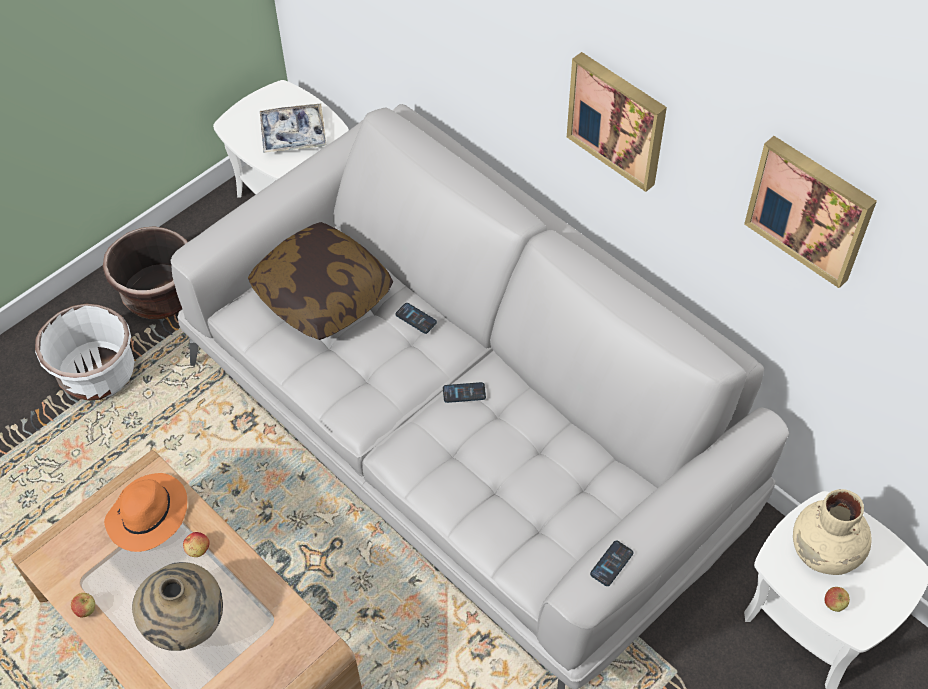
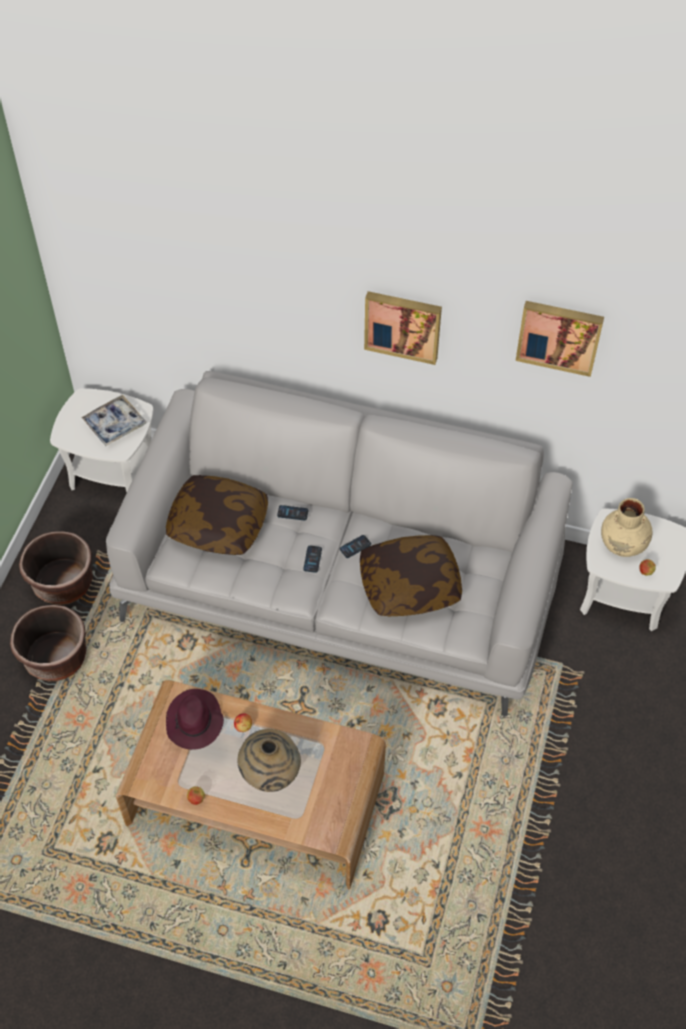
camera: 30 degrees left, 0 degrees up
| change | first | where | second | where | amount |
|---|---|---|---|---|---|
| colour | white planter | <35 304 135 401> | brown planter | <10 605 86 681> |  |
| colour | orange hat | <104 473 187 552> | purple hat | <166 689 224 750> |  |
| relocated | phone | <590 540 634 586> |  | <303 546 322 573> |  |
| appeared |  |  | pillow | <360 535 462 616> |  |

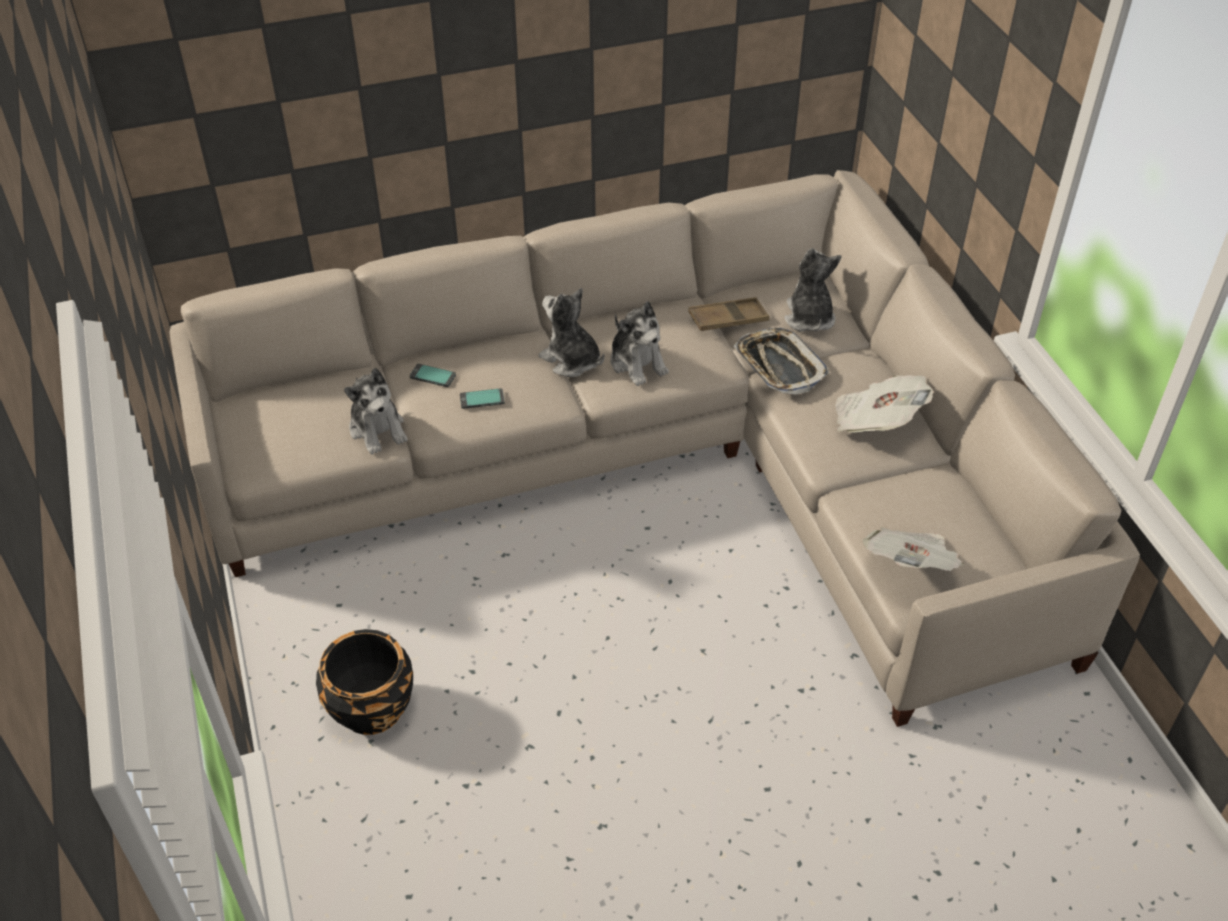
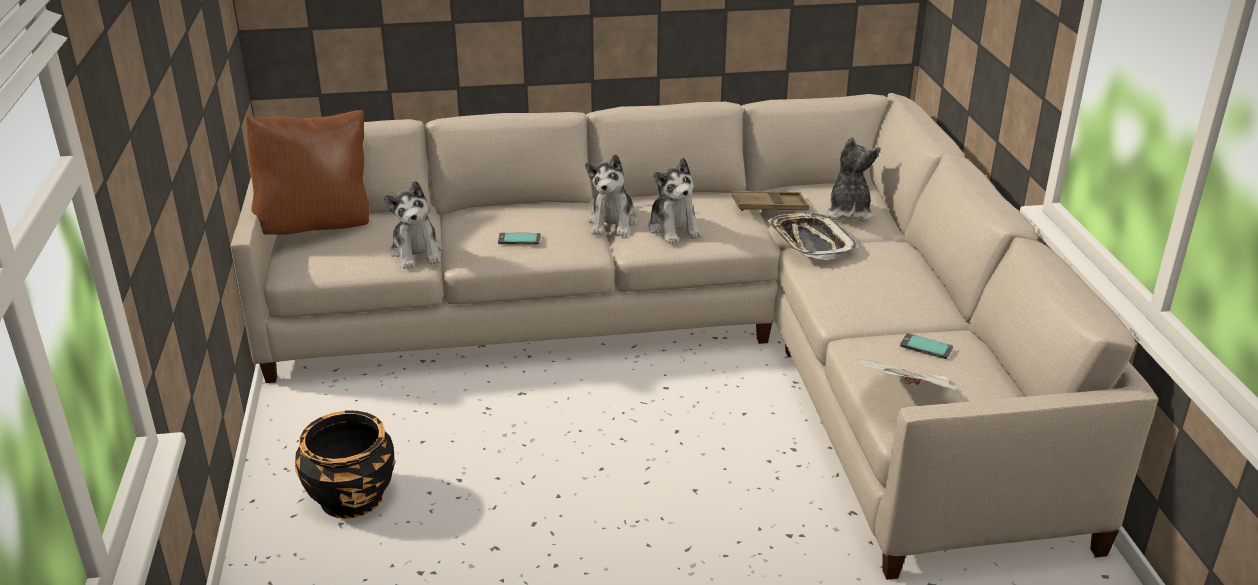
camera: 10 degrees right, 15 degrees down
| change | first | where | second | where | amount |
|---|---|---|---|---|---|
| relocated | phone | <410 364 456 387> |  | <900 334 953 359> |  |
| spun | plush toy | <538 288 605 377> |  | <585 154 638 236> | 135 degrees counterclockwise |
| missing | newspaper | <835 375 933 432> |  |  |  |
| appeared |  |  | brown pillow | <246 110 369 235> |  |

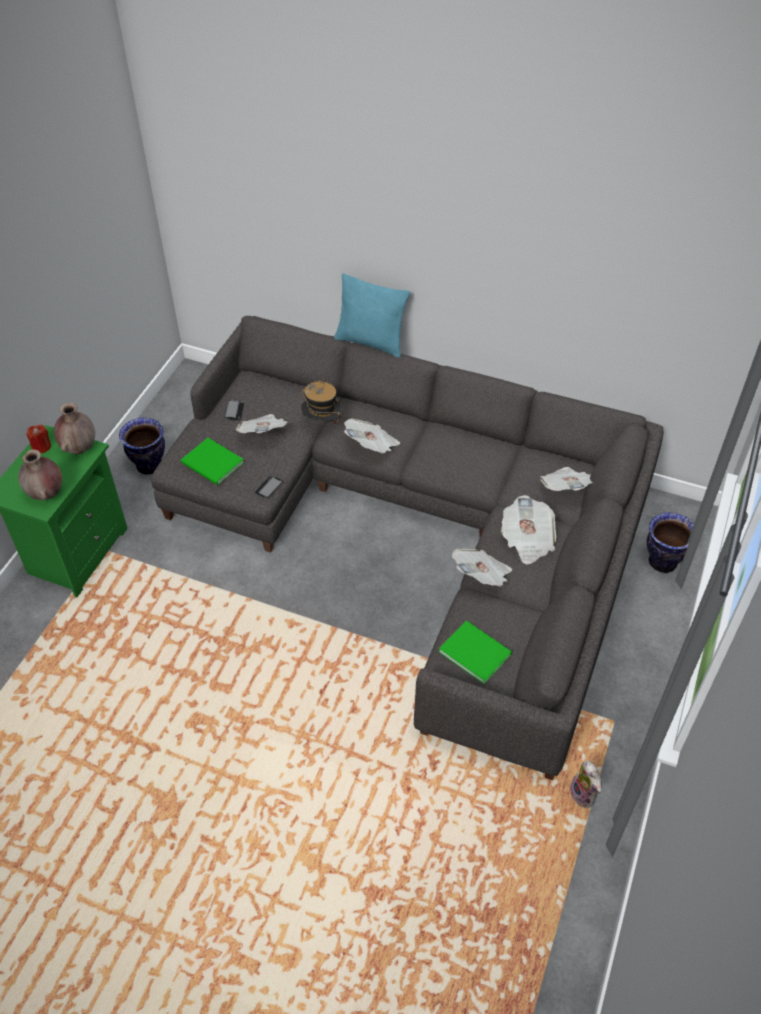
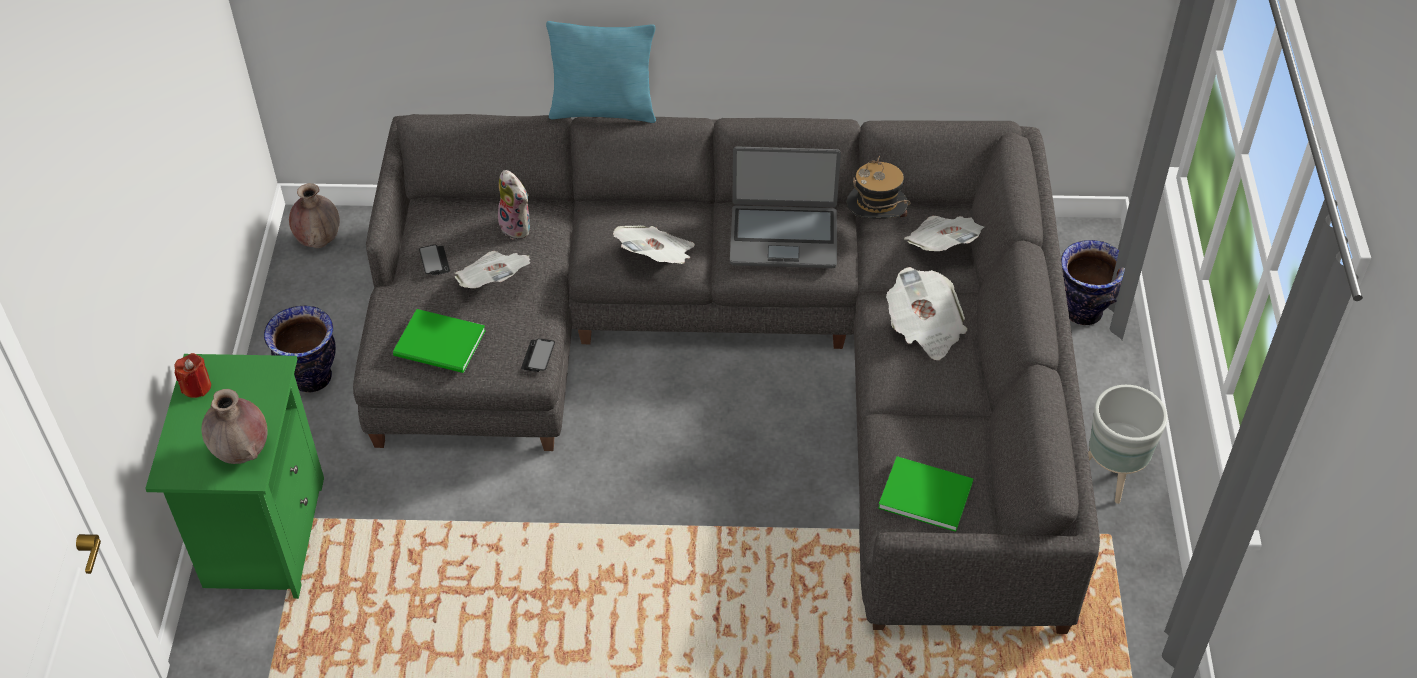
camera: 20 degrees left, 0 degrees up
| change | first | where | second | where | amount |
|---|---|---|---|---|---|
| relocated | brown vase | <54 403 95 455> |  | <289 183 340 248> |  |
| relocated | hat | <301 378 343 424> |  | <846 156 910 219> |  |
| missing | newspaper | <452 549 512 586> |  |  |  |
| relocated | plush toy | <570 760 602 808> |  | <498 170 530 240> |  |
| appeared |  |  | laptop | <730 147 841 268> |  |
| appeared |  |  | grey planter | <1088 385 1168 504> |  |

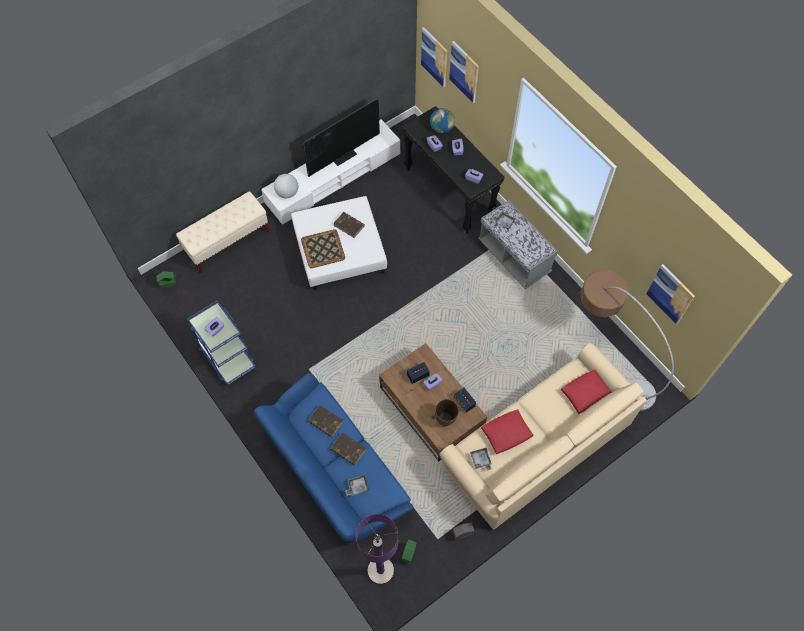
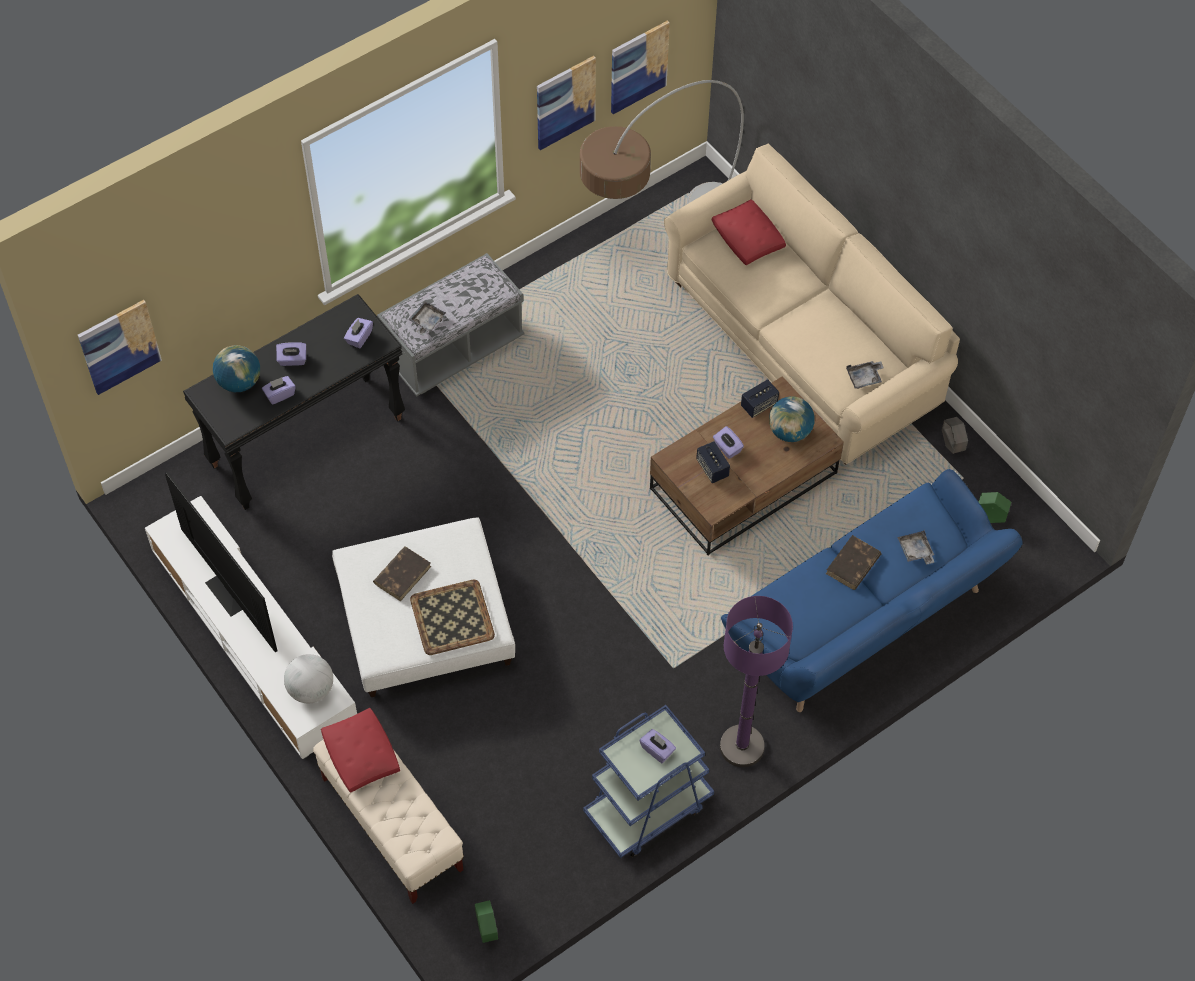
camera: 90 degrees left, 5 degrees down
| change | first | where | second | where | amount |
|---|---|---|---|---|---|
| missing | brown book | <308 405 343 437> |  |  |  |
| relocated | purple floor lamp | <356 514 398 585> |  | <720 596 793 767> |  |
| exchanged | brown vase | <435 399 459 426> | globe | <769 396 815 442> |  |
| relocated | picture | <449 41 479 103> |  | <537 56 596 150> |  |
| relocated | red pillow | <481 409 533 454> |  | <321 708 400 793> |  |

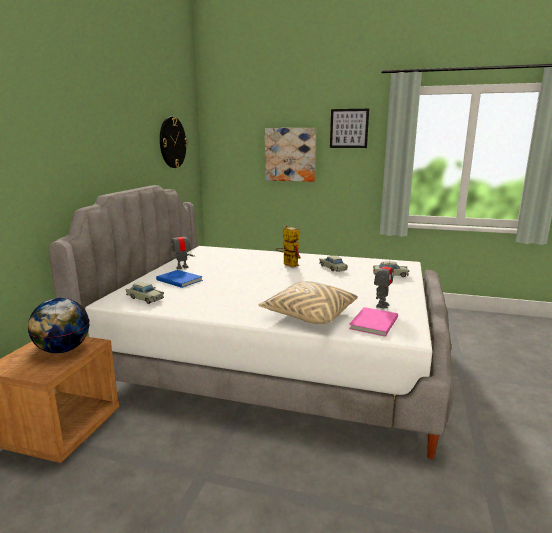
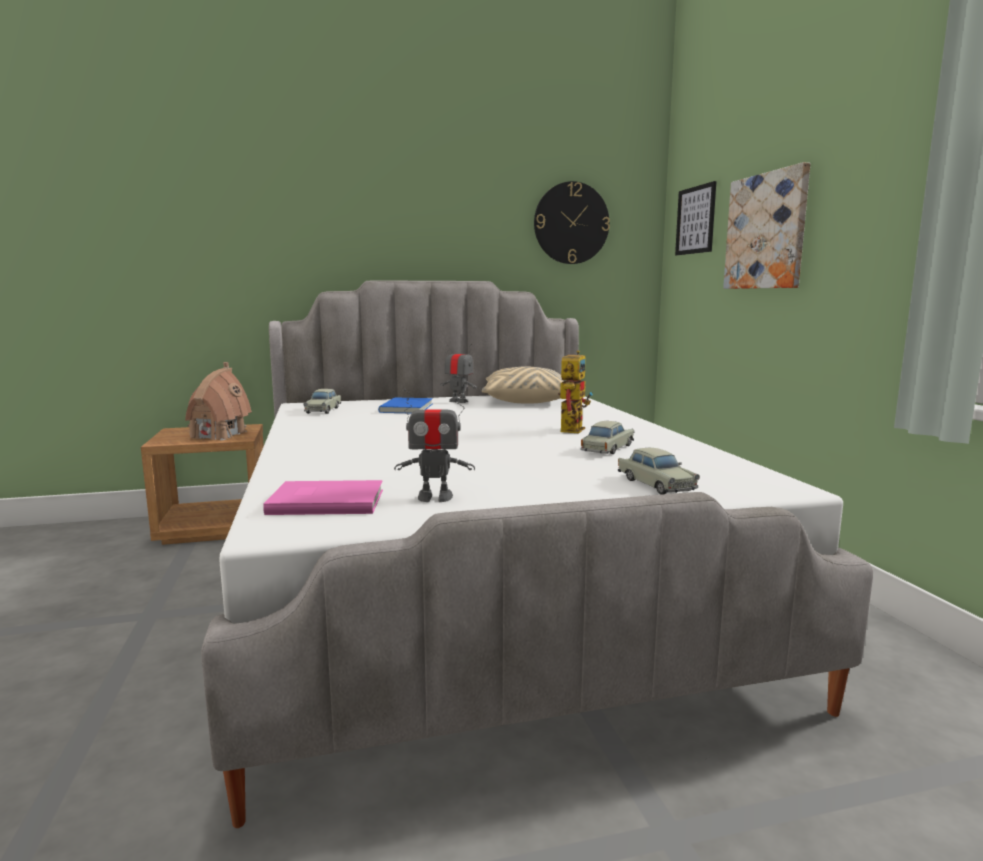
camera: 60 degrees right, 5 degrees down
| change | first | where | second | where | amount |
|---|---|---|---|---|---|
| exchanged | globe | <28 298 89 353> | toy house | <185 362 252 440> |  |
| relocated | beige pillow | <259 281 358 324> |  | <481 366 564 404> |  |
| relocated | picture | <330 109 369 148> |  | <675 181 717 255> |  |

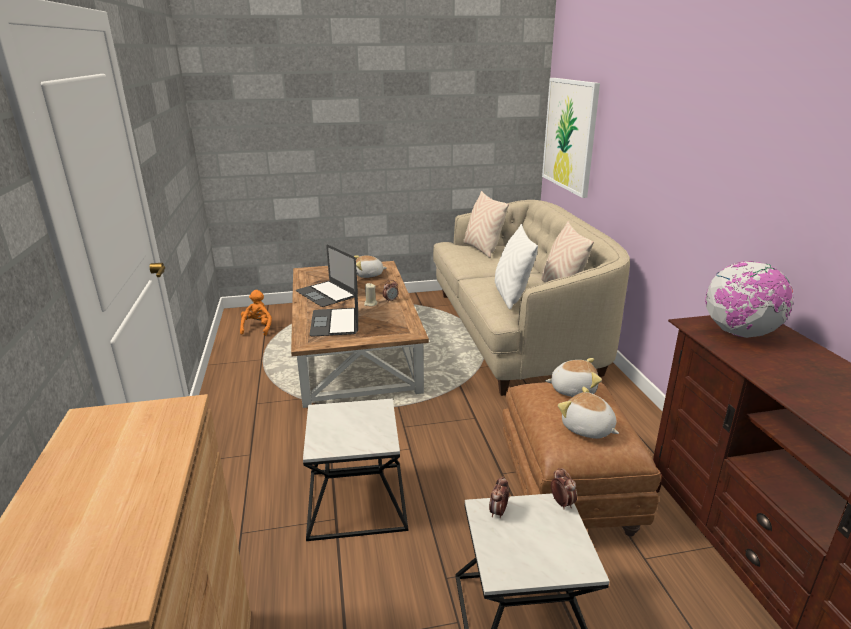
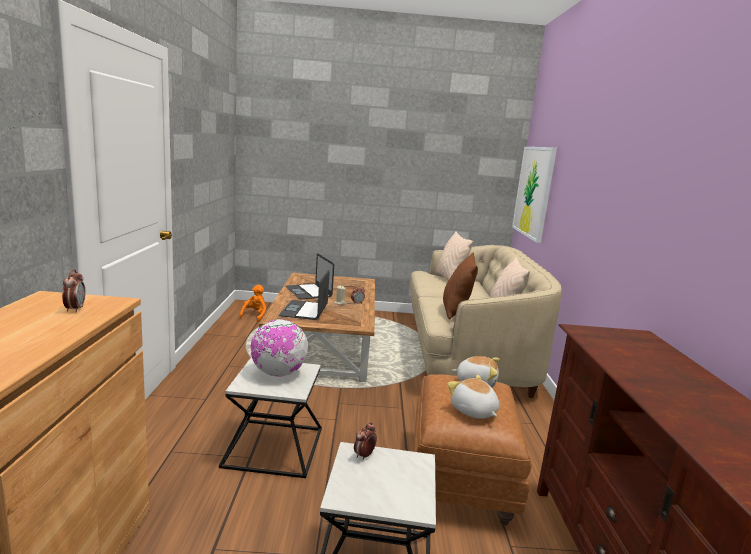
camera: 10 degrees right, 10 degrees down
| change | first | where | second | where | amount |
|---|---|---|---|---|---|
| missing | plush toy | <354 255 387 278> |  |  |  |
| colour | white pillow | <495 224 538 309> | brown pillow | <443 253 478 320> |  |
| relocated | alarm clock | <551 468 577 509> |  | <62 269 86 313> |  |
| relocated | globe | <705 261 794 338> |  | <251 319 308 377> |  |

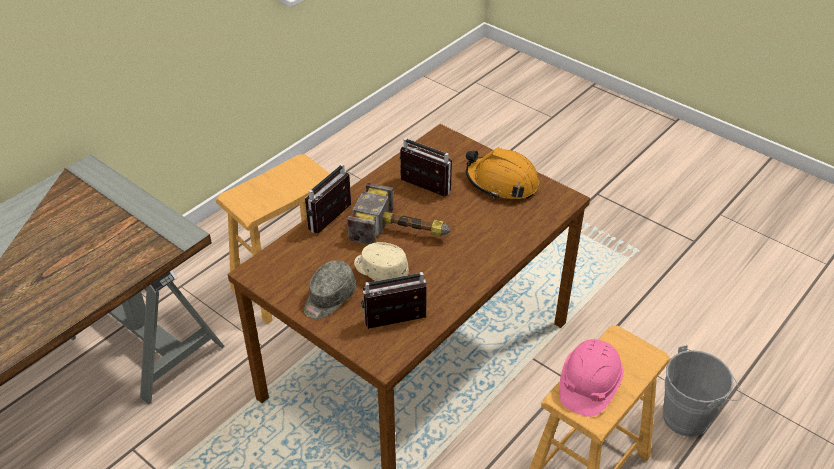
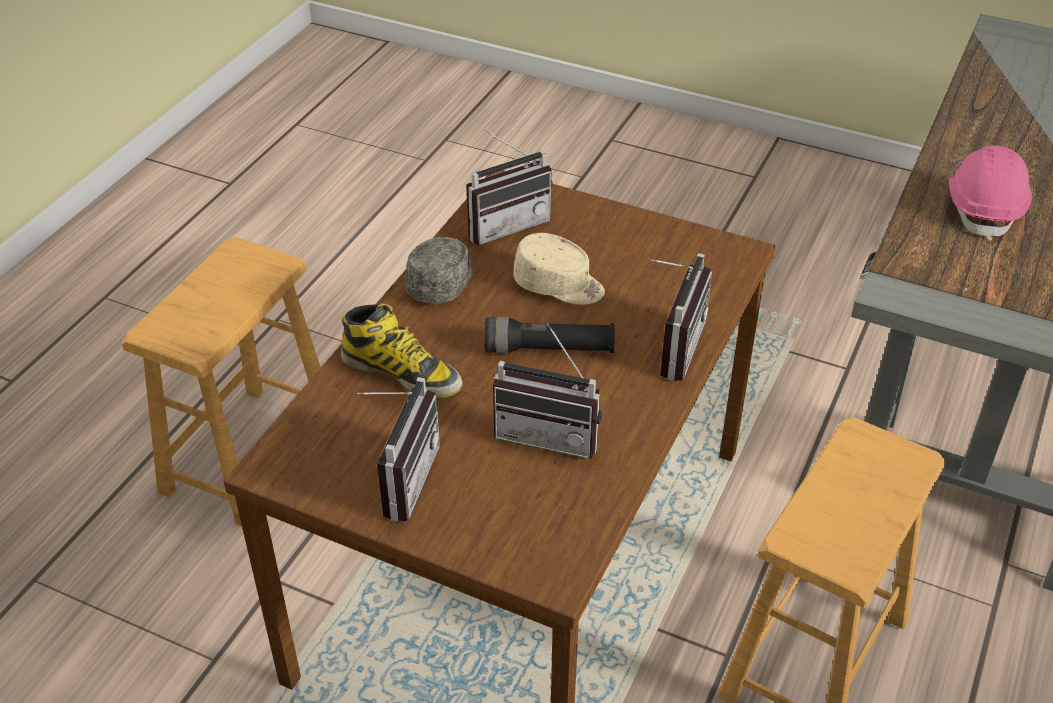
camera: 165 degrees right, 0 degrees up
| change | first | where | second | where | amount |
|---|---|---|---|---|---|
| relocated | grey cap | <304 260 356 319> |  | <405 237 474 303> |  |
| exchanged | hammer | <347 183 451 245> | black flashlight | <484 317 615 353> |  |
| exchanged | orange hard hat | <466 148 539 199> | radio | <357 377 440 522> |  |
| relocated | pink hard hat | <559 339 624 417> |  | <949 146 1032 241> |  |
| missing | grey bucket | <663 345 742 437> |  |  |  |
| appeared |  |  | boot | <341 303 463 398> |  |

